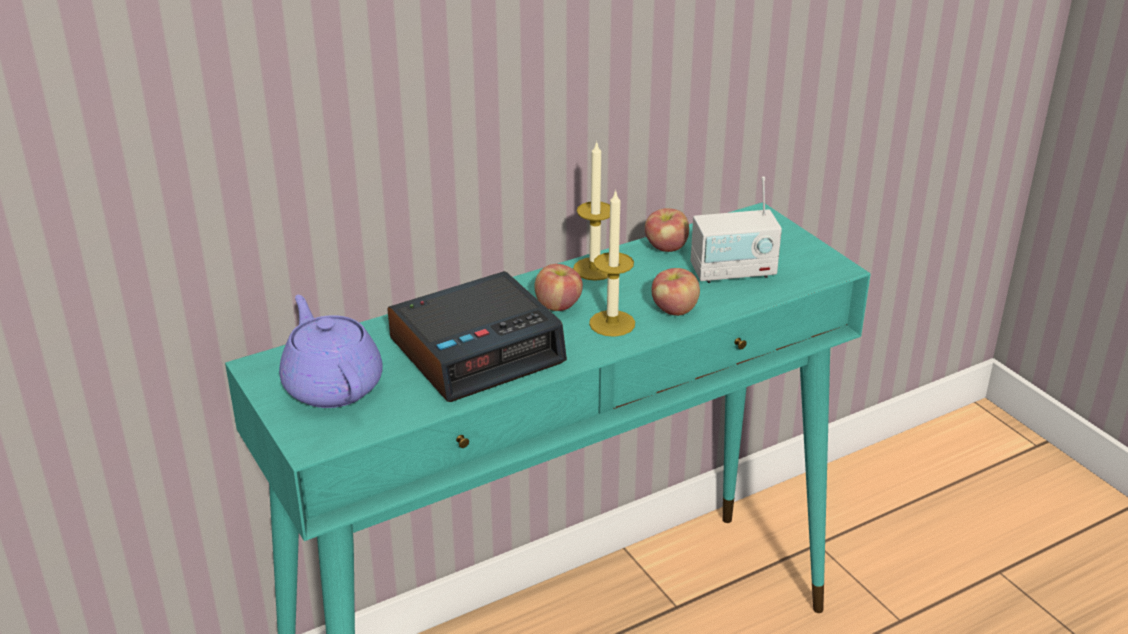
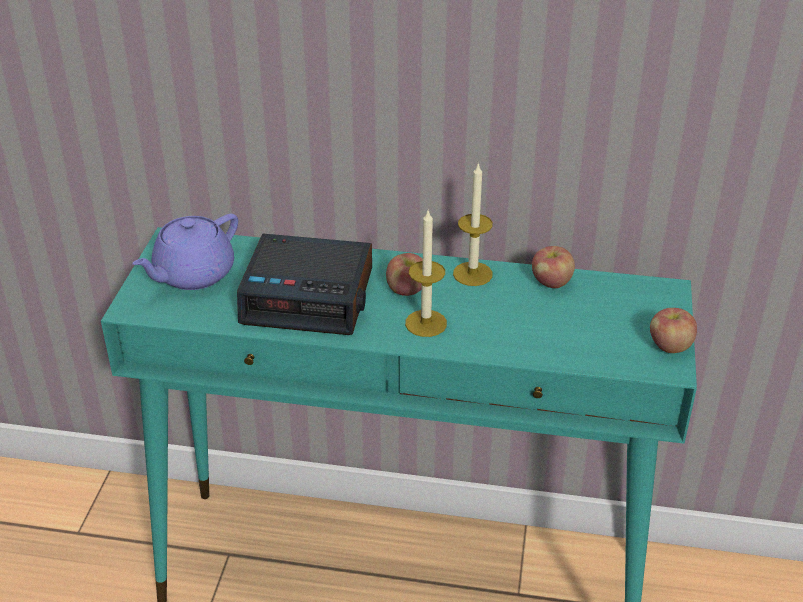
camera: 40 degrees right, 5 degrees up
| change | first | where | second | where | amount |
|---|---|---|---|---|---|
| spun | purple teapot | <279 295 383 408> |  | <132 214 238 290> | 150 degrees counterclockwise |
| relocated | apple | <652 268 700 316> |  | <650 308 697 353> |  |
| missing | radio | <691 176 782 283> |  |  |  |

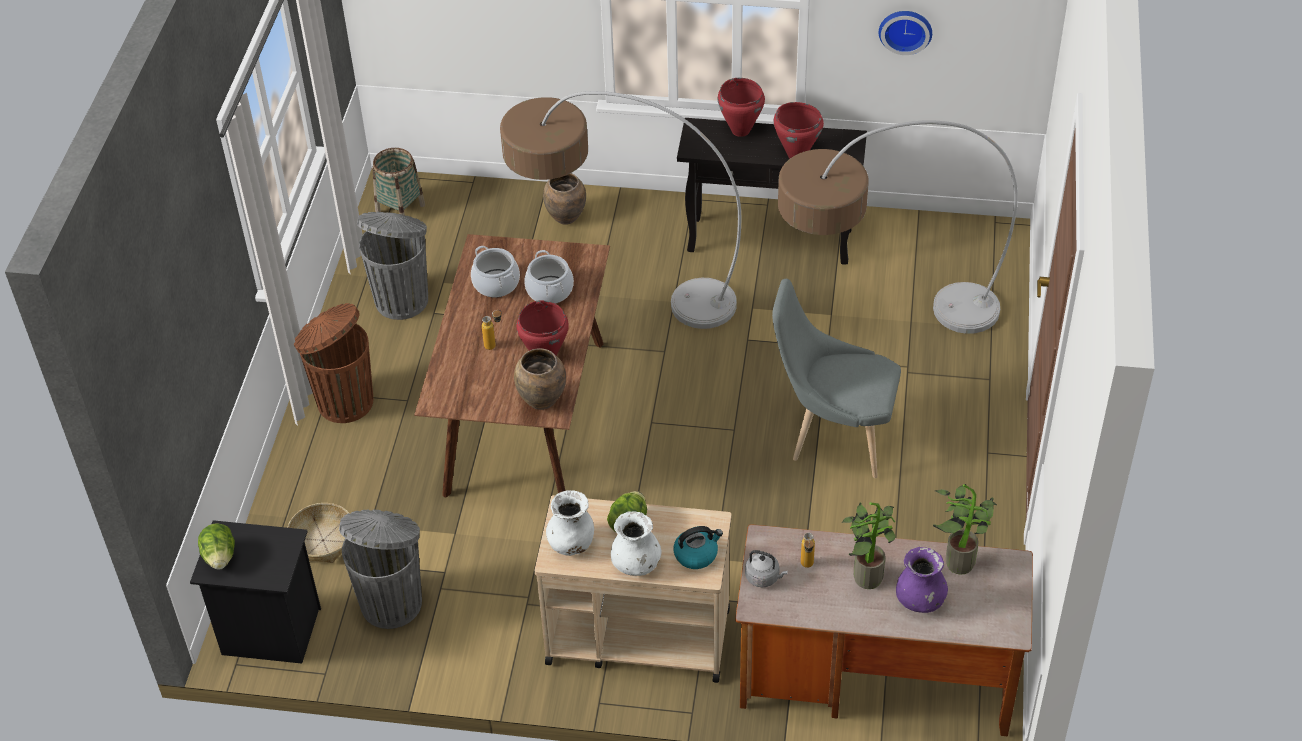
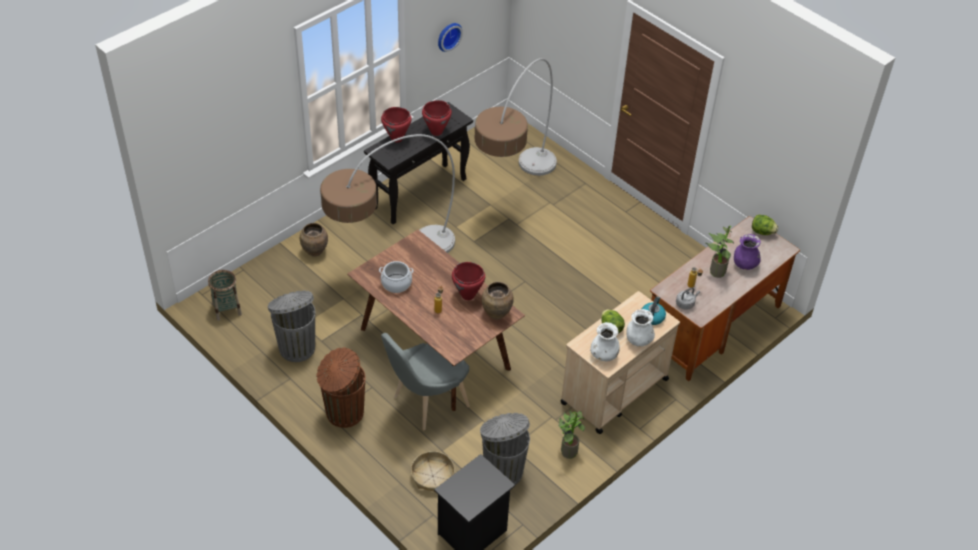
camera: 55 degrees left, 0 degrees up
| change | first | where | second | where | amount |
|---|---|---|---|---|---|
| relocated | lettuce | <198 523 235 570> |  | <752 215 778 235> |  |
| missing | cooking pot | <524 250 574 304> |  |  |  |
| relocated | grey chair | <772 279 901 478> |  | <381 333 470 430> |  |
| relocated | potted plant | <933 484 997 575> |  | <559 410 585 459> |  |

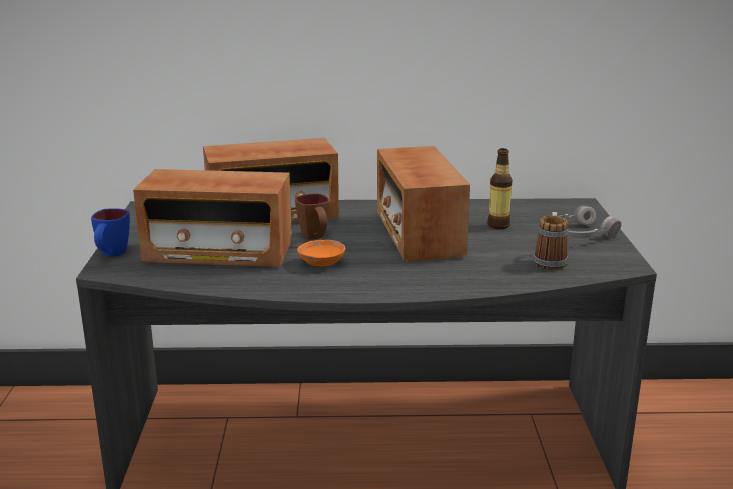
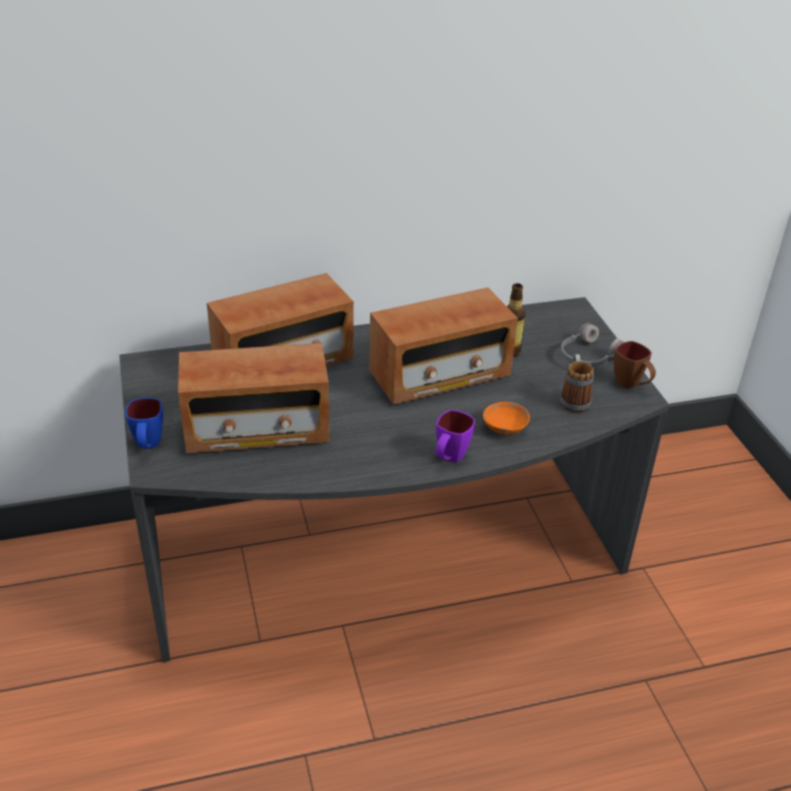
camera: 15 degrees left, 15 degrees up
| change | first | where | second | where | amount |
|---|---|---|---|---|---|
| relocated | brown mug | <295 193 330 240> |  | <614 341 656 389> |  |
| relocated | orange bowl | <297 240 345 266> |  | <483 402 530 434> |  |
| spun | radio | <377 146 470 262> |  | <369 287 518 405> | 90 degrees counterclockwise |
| appeared |  |  | purple mug | <436 410 475 462> |  |

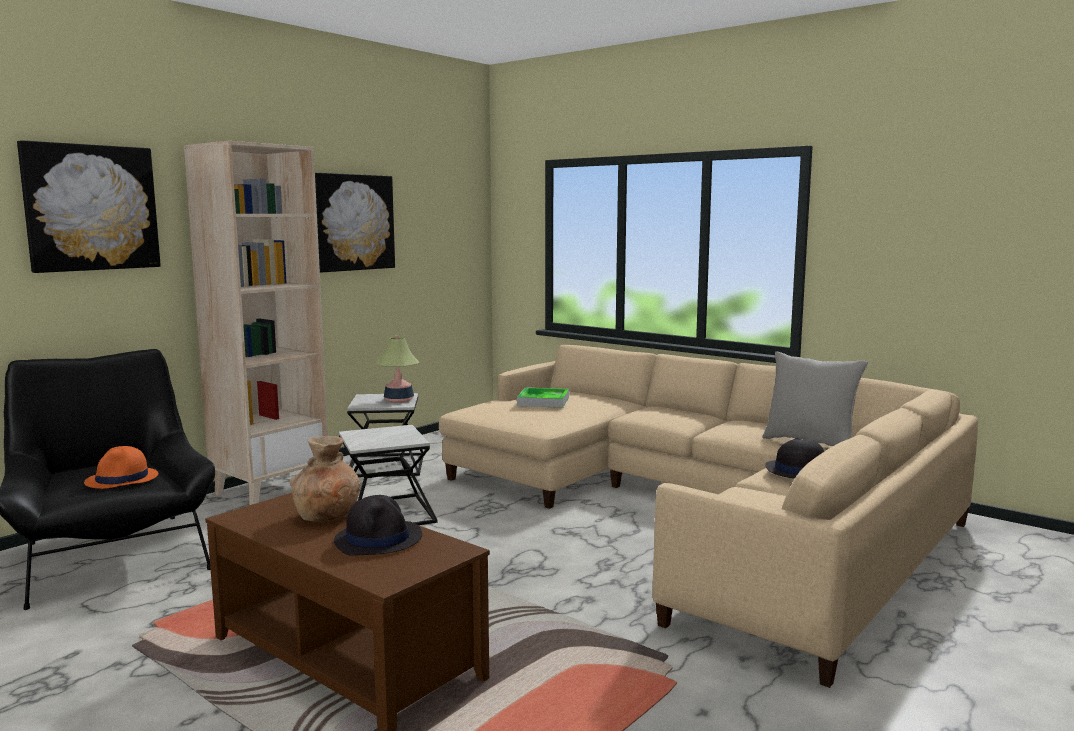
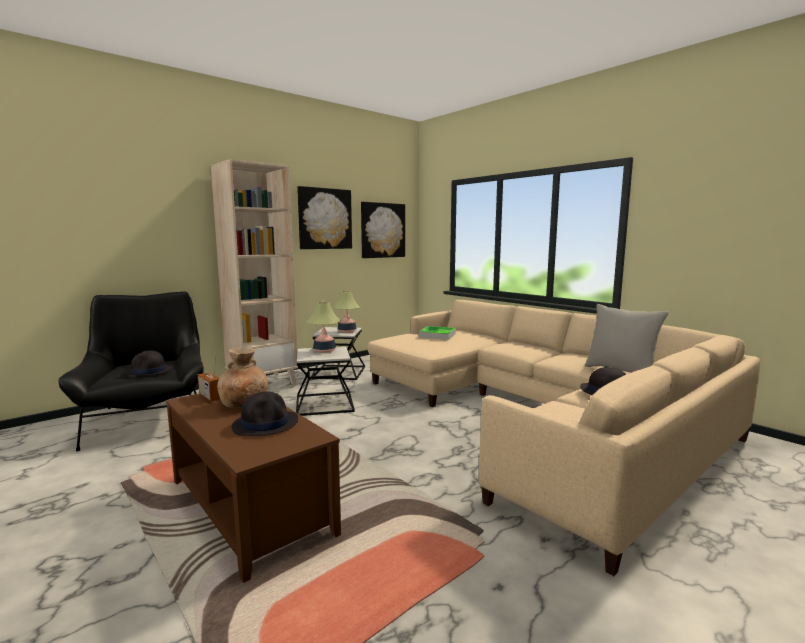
camera: 10 degrees right, 0 degrees up
| change | first | where | second | where | amount |
|---|---|---|---|---|---|
| relocated | picture | <17 140 161 273> |  | <361 202 405 258> |  |
| colour | orange hat | <84 446 158 489> | black hat | <124 350 172 377> |  |
| appeared |  |  | radio | <198 353 220 401> |  |
| appeared |  |  | table lamp | <306 301 341 353> |  |

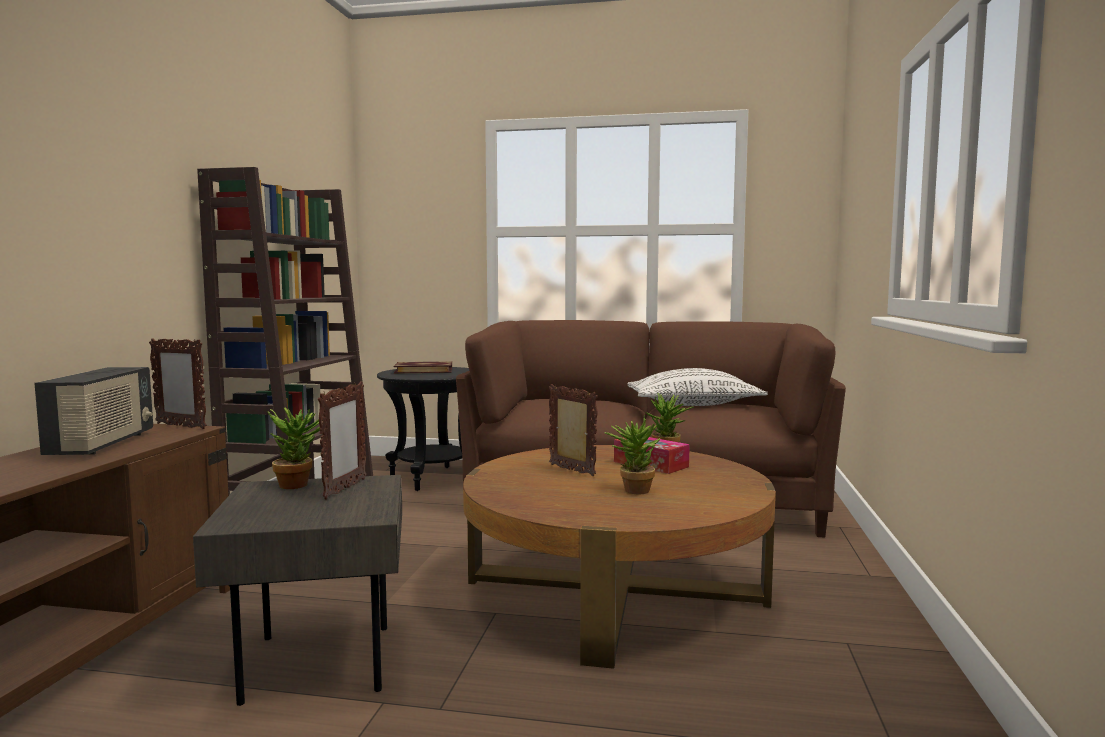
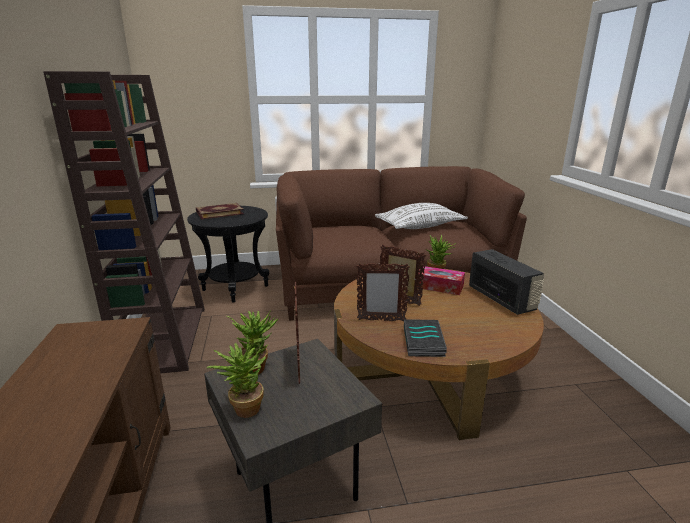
camera: 20 degrees left, 15 degrees up
| change | first | where | second | where | amount |
|---|---|---|---|---|---|
| relocated | radio | <34 367 153 455> |  | <469 249 544 315> |  |
| relocated | picture frame | <149 338 207 429> |  | <356 263 410 322> |  |
| relocated | potted plant | <604 415 661 494> |  | <207 335 266 418> |  |
| appeared |  |  | book | <404 319 447 357> |  |

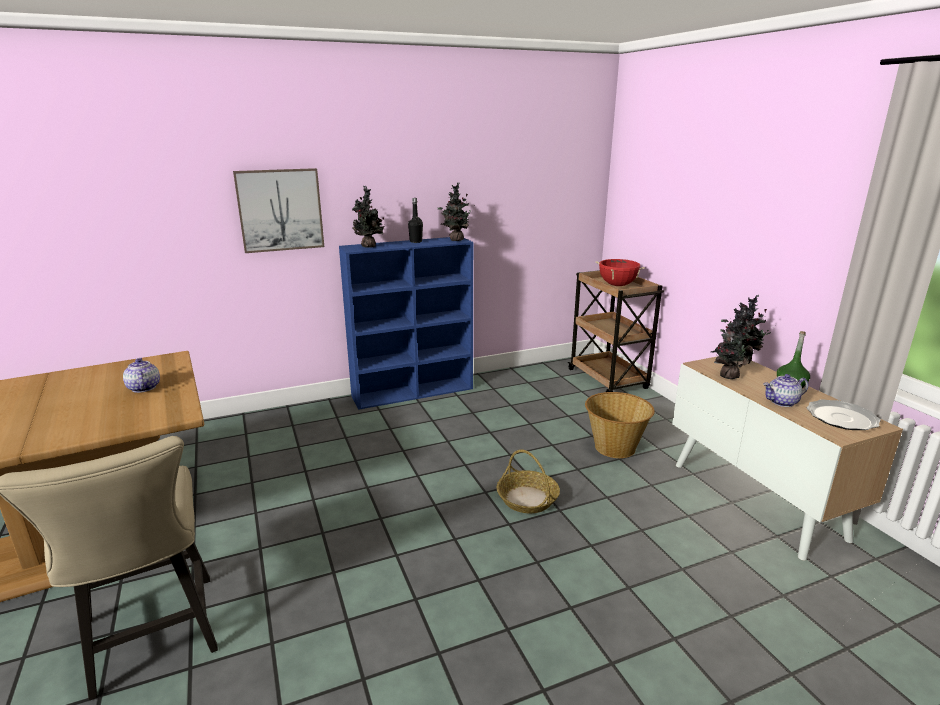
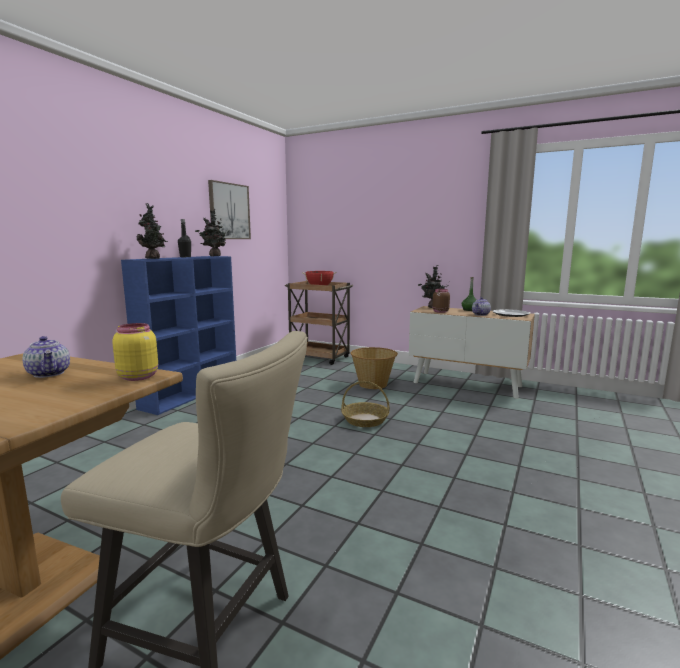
camera: 40 degrees left, 10 degrees down
| change | first | where | second | where | amount |
|---|---|---|---|---|---|
| spun | teapot | <123 358 160 393> |  | <22 336 70 378> | 150 degrees counterclockwise |
| relocated | picture | <233 168 324 253> |  | <208 180 251 239> |  |
| exchanged | potted plant | <711 307 754 379> | brown jar | <432 289 450 313> |  |
| appeared |  |  | yellow jar | <112 323 158 381> |  |

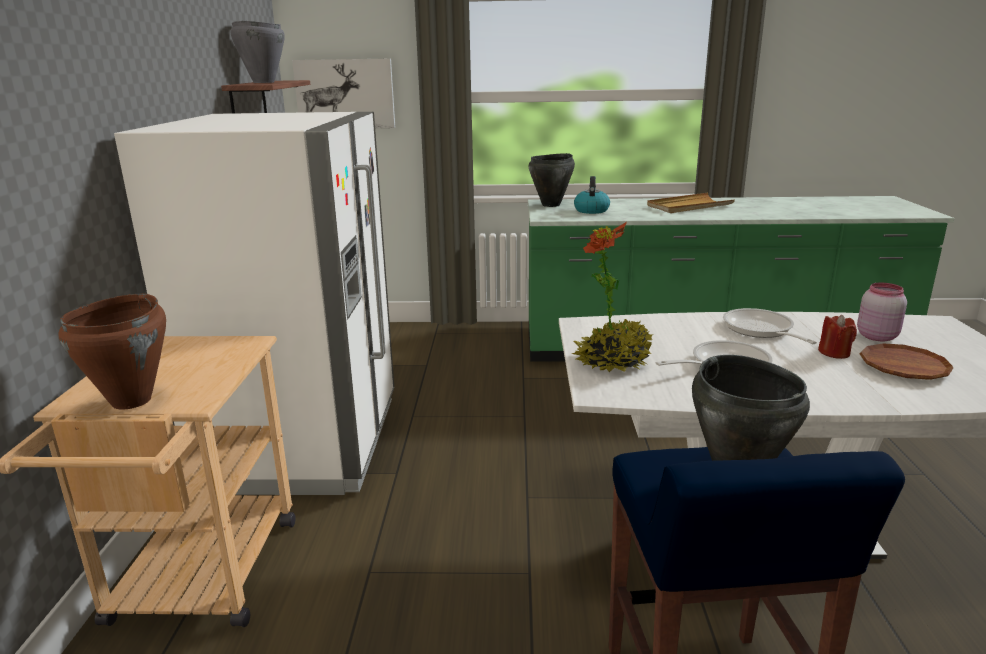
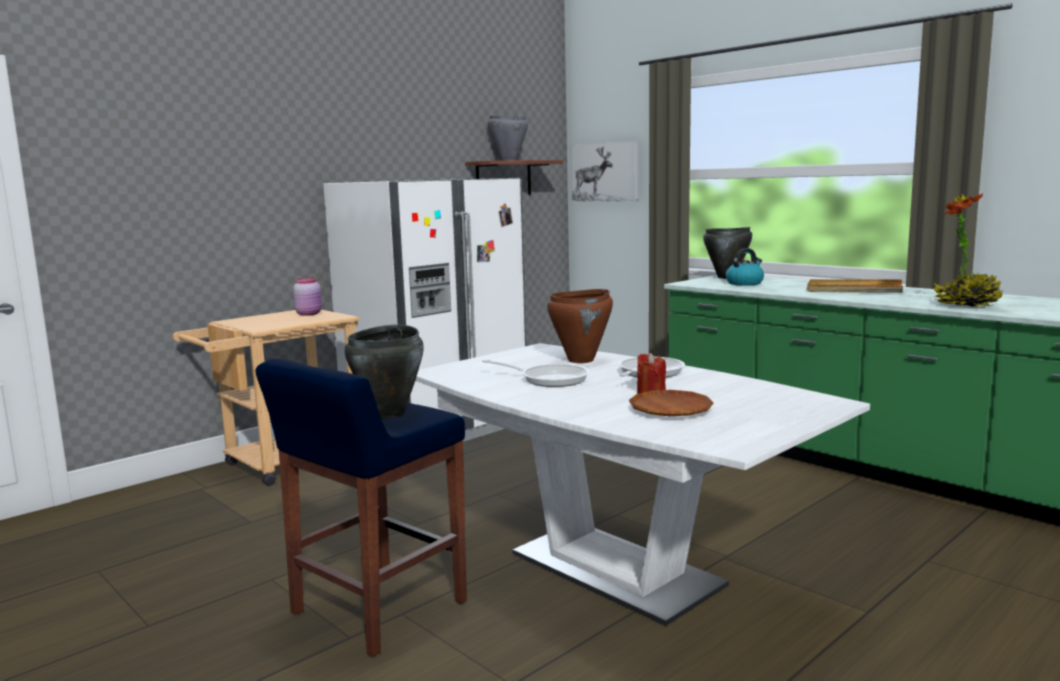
camera: 45 degrees right, 10 degrees down
| change | first | where | second | where | amount |
|---|---|---|---|---|---|
| relocated | brown cooking pot | <58 294 166 410> |  | <547 289 613 363> |  |
| relocated | potted plant | <572 222 652 372> |  | <934 193 1004 307> |  |
| relocated | pink jar | <857 283 907 341> |  | <293 278 322 316> |  |

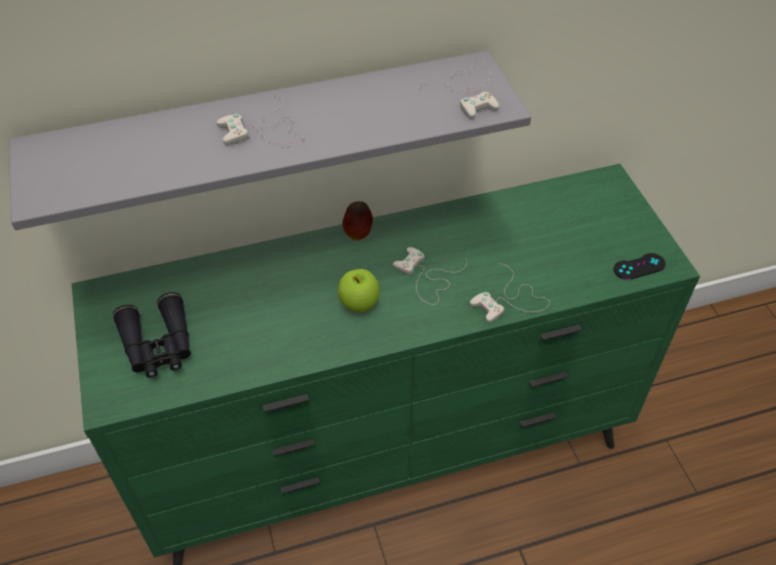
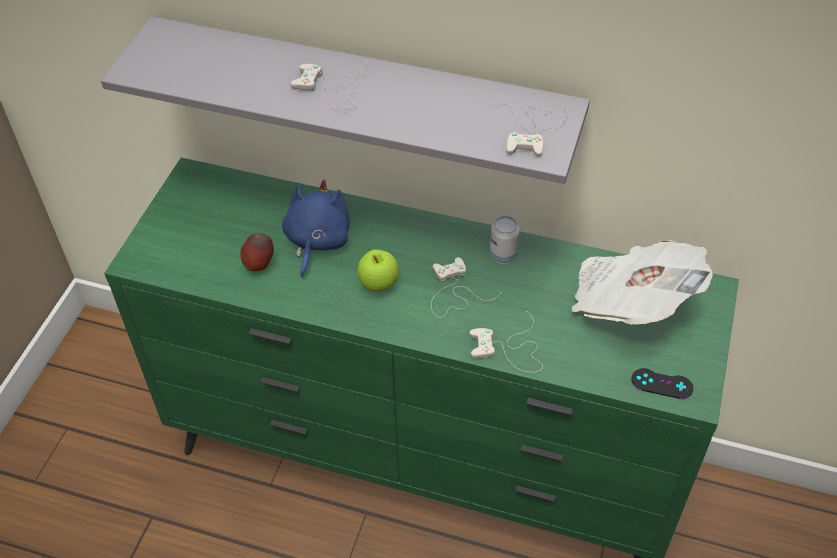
camera: 35 degrees right, 0 degrees up
| change | first | where | second | where | amount |
|---|---|---|---|---|---|
| missing | black binoculars | <113 292 191 378> |  |  |  |
| relocated | apple | <342 201 373 241> |  | <240 233 274 272> |  |
| appeared |  |  | blue plush toy | <282 179 350 278> |  |
| appeared |  |  | can | <490 216 519 264> |  |
| appeared |  |  | newspaper | <572 240 713 325> |  |

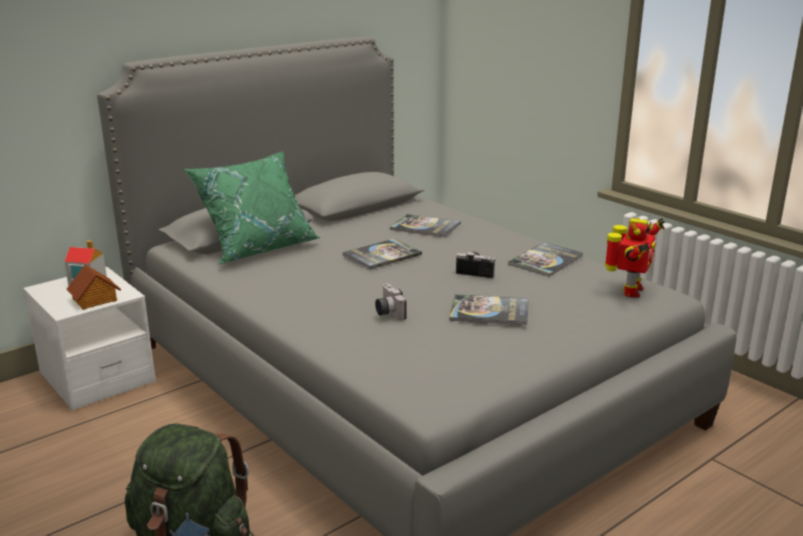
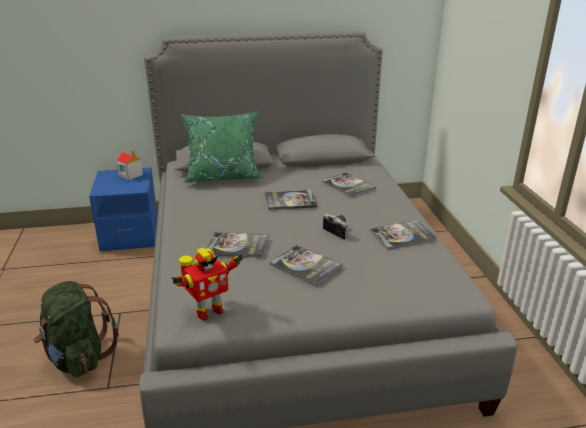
camera: 30 degrees right, 5 degrees up
| change | first | where | second | where | amount |
|---|---|---|---|---|---|
| colour | white nightstand | <23 267 156 411> | blue nightstand | <89 167 158 252> |  |
| missing | toy house | <66 264 121 310> |  |  |  |
| exchanged | photo camera | <375 283 407 321> | book | <207 232 268 258> |  |
| relocated | toy robot | <605 218 665 298> |  | <171 248 243 321> |  |

